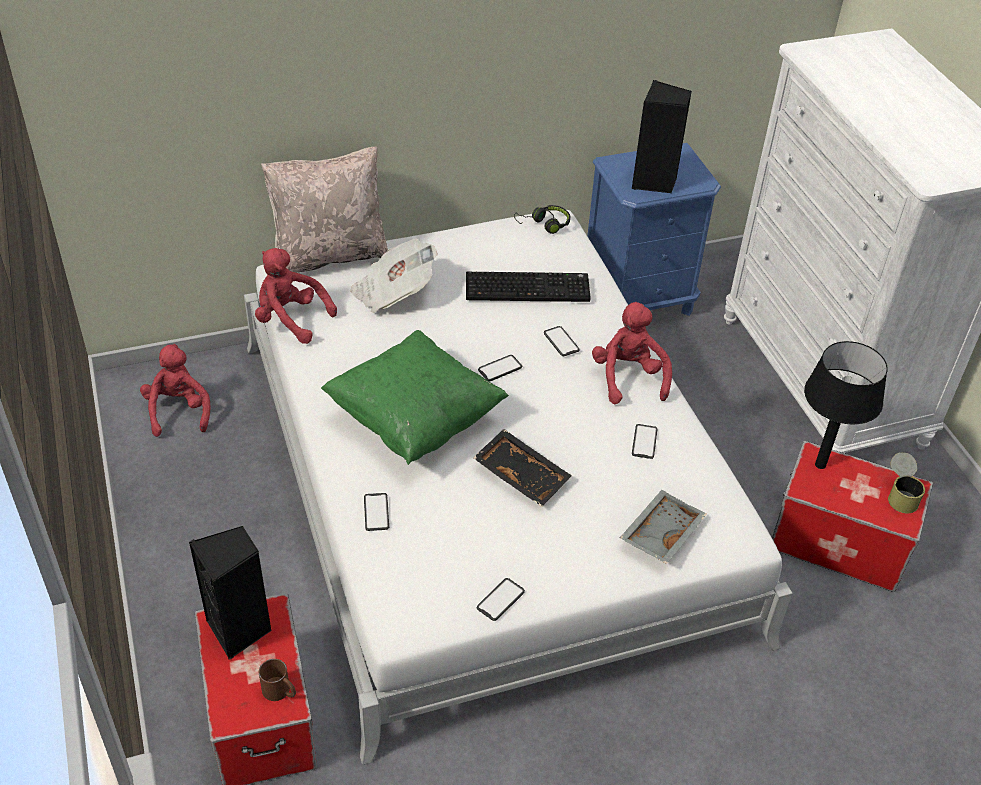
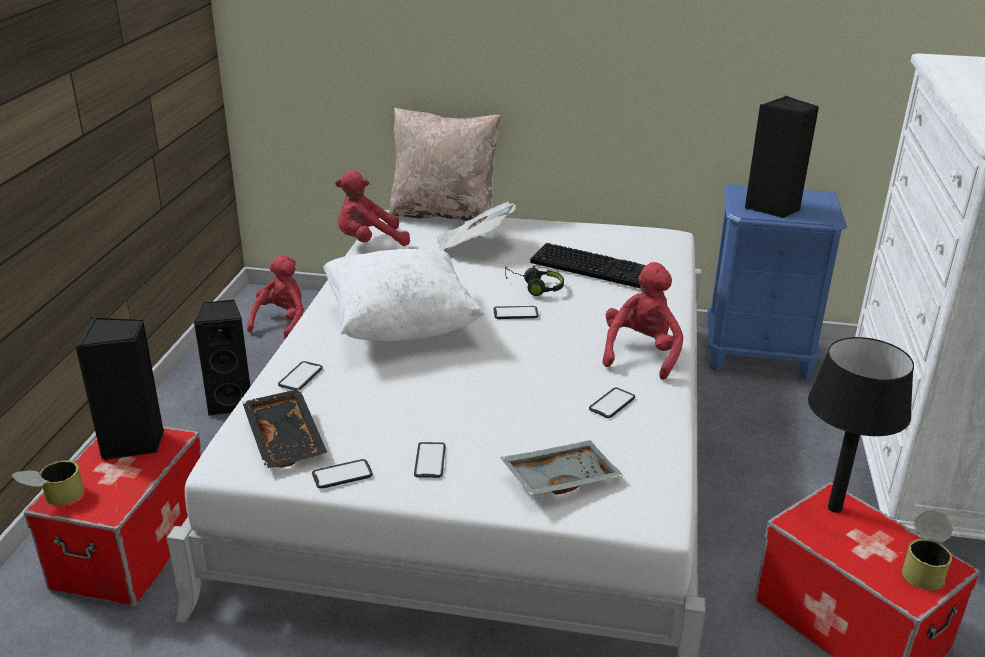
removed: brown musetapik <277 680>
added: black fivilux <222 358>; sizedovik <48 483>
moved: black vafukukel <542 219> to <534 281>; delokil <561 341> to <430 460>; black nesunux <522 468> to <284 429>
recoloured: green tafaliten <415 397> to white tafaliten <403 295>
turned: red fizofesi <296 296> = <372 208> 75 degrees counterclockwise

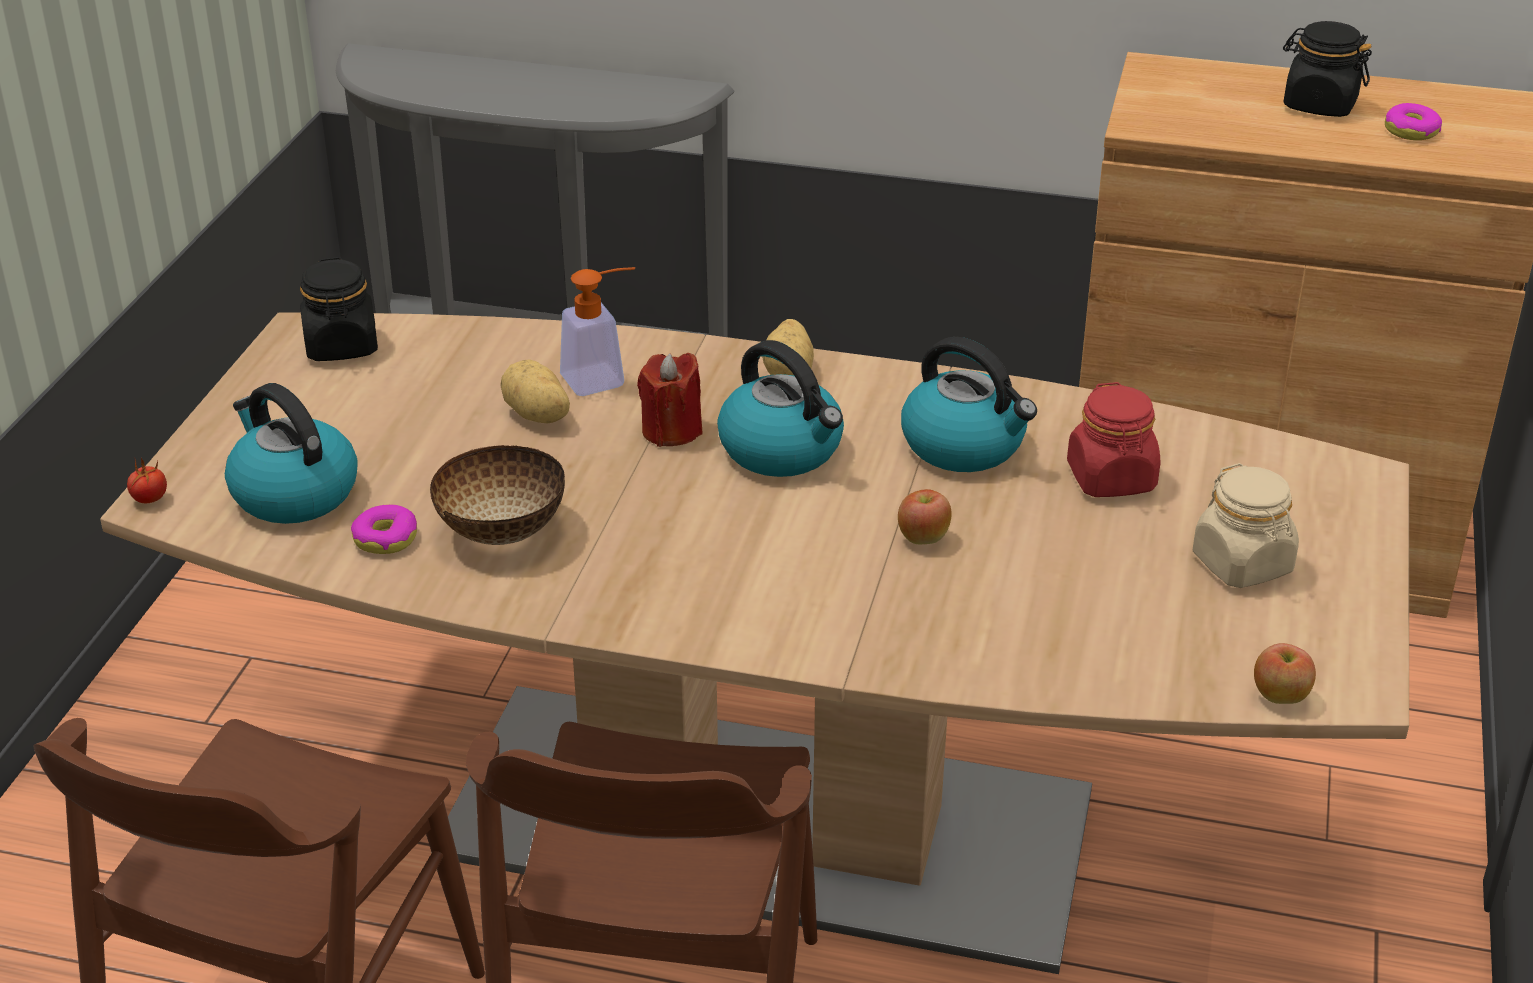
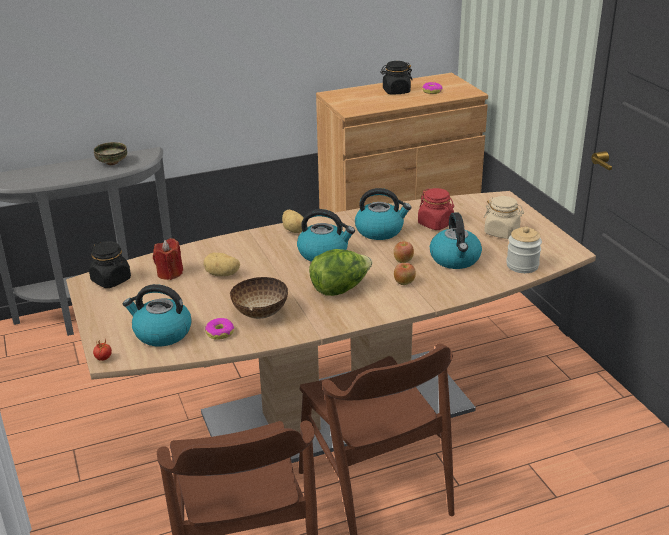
removed: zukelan <597 331>
added: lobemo <110 153>; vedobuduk <456 240>; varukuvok <524 249>; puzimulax <340 272>
moved: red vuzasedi <670 400> to <168 259>; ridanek <1285 673> to <405 274>

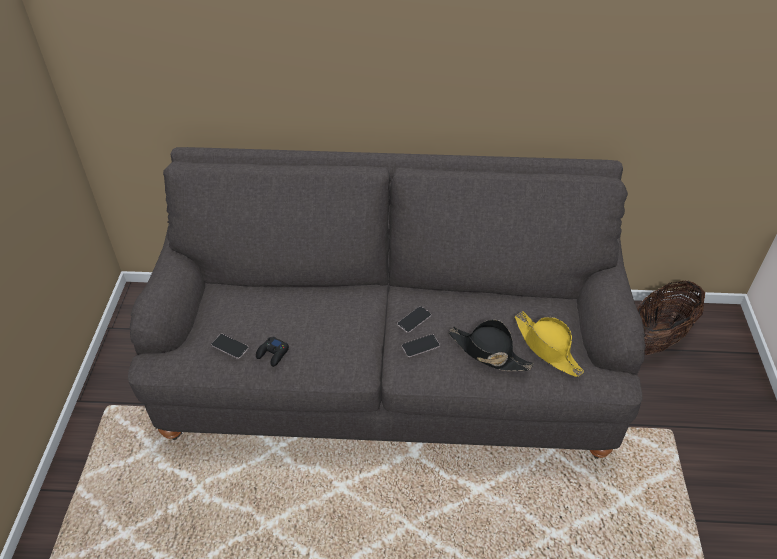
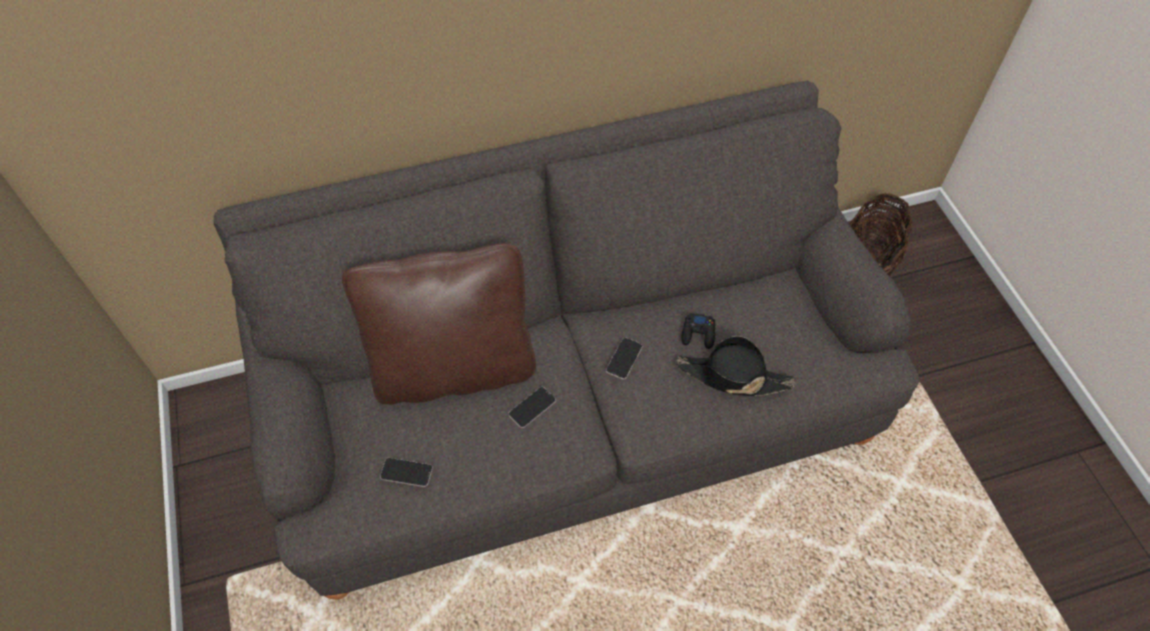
removed: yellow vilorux <549 344>
added: brown tafaliten <439 324>
moved: delokil <421 345> to <532 407>; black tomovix <272 351> to <698 331>

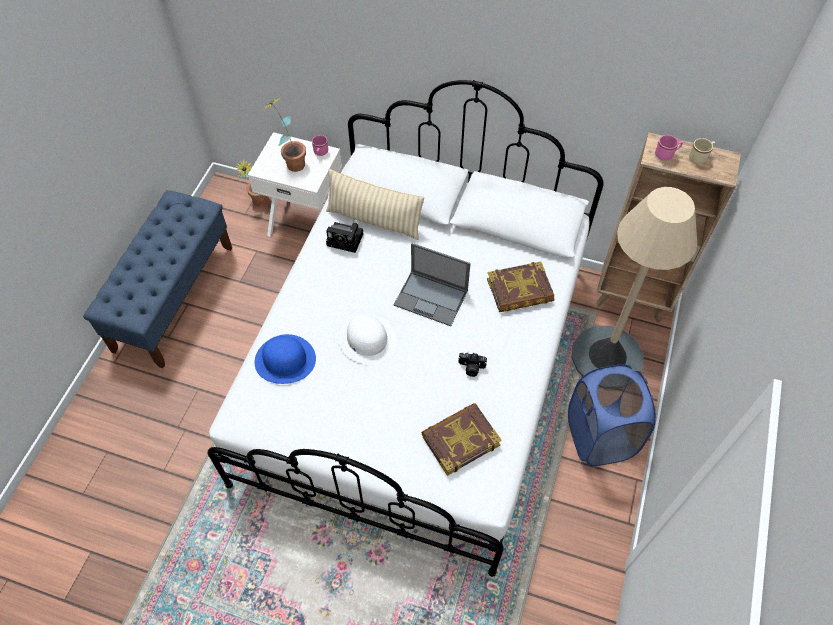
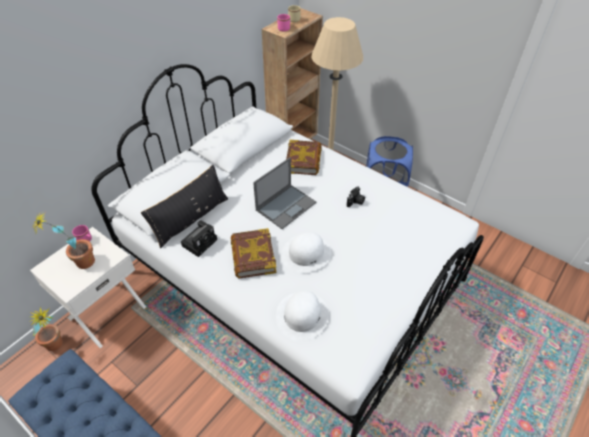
moved: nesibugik <461 439> to <253 253>
recoloured: beige tafaliten <375 204> to black tafaliten <184 206>; blue vilorux <285 359> to white vilorux <302 315>

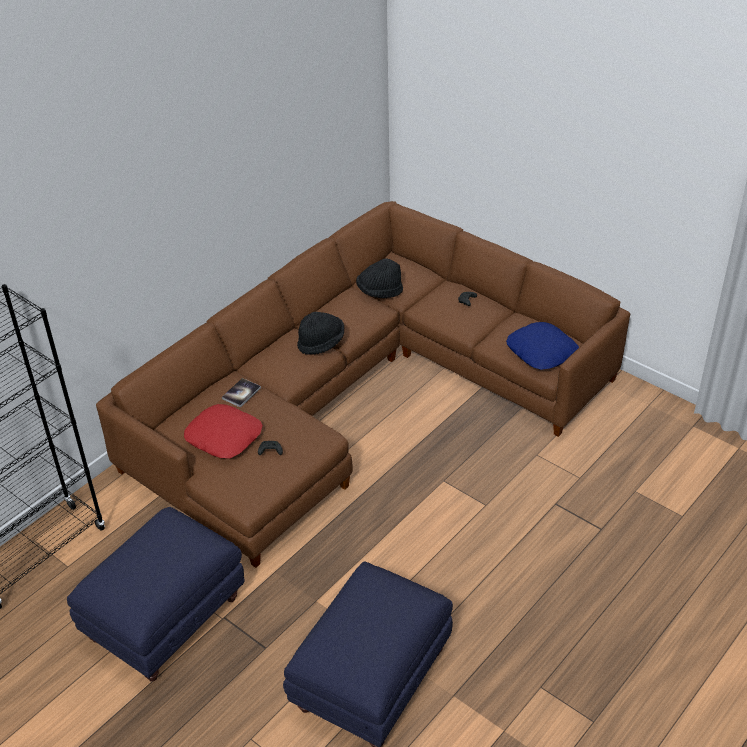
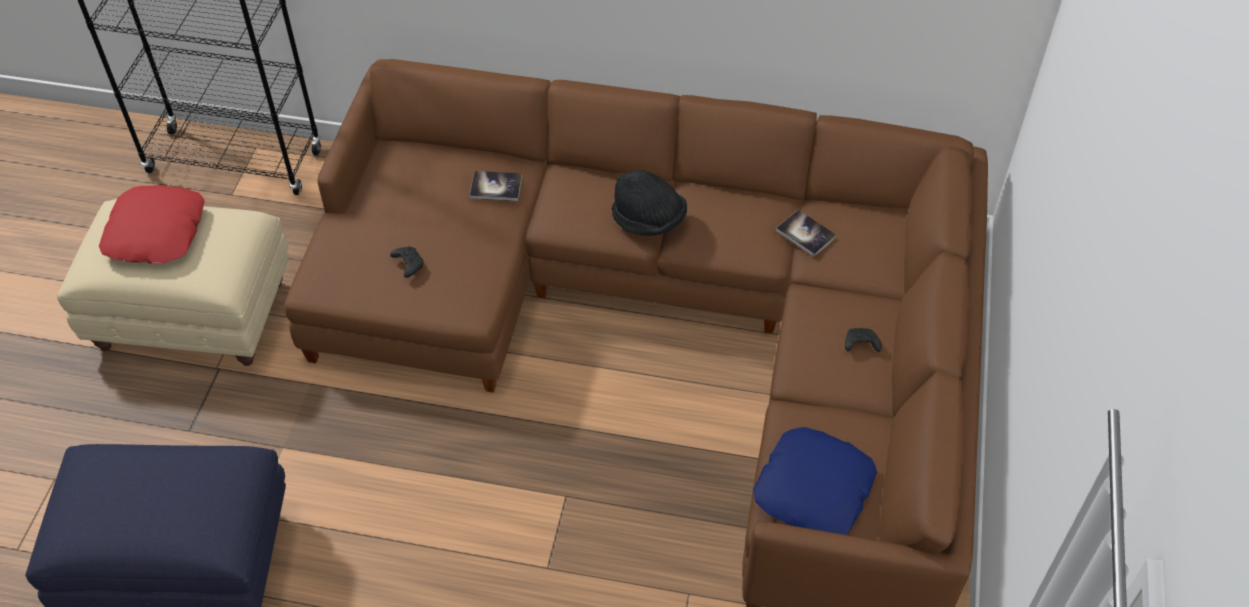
moved: red tafaliten <223 431> to <152 224>
replaced: black vilorux <379 278> to nesibugik <806 233>
recoloured: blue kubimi <156 594> to beige kubimi <173 282>

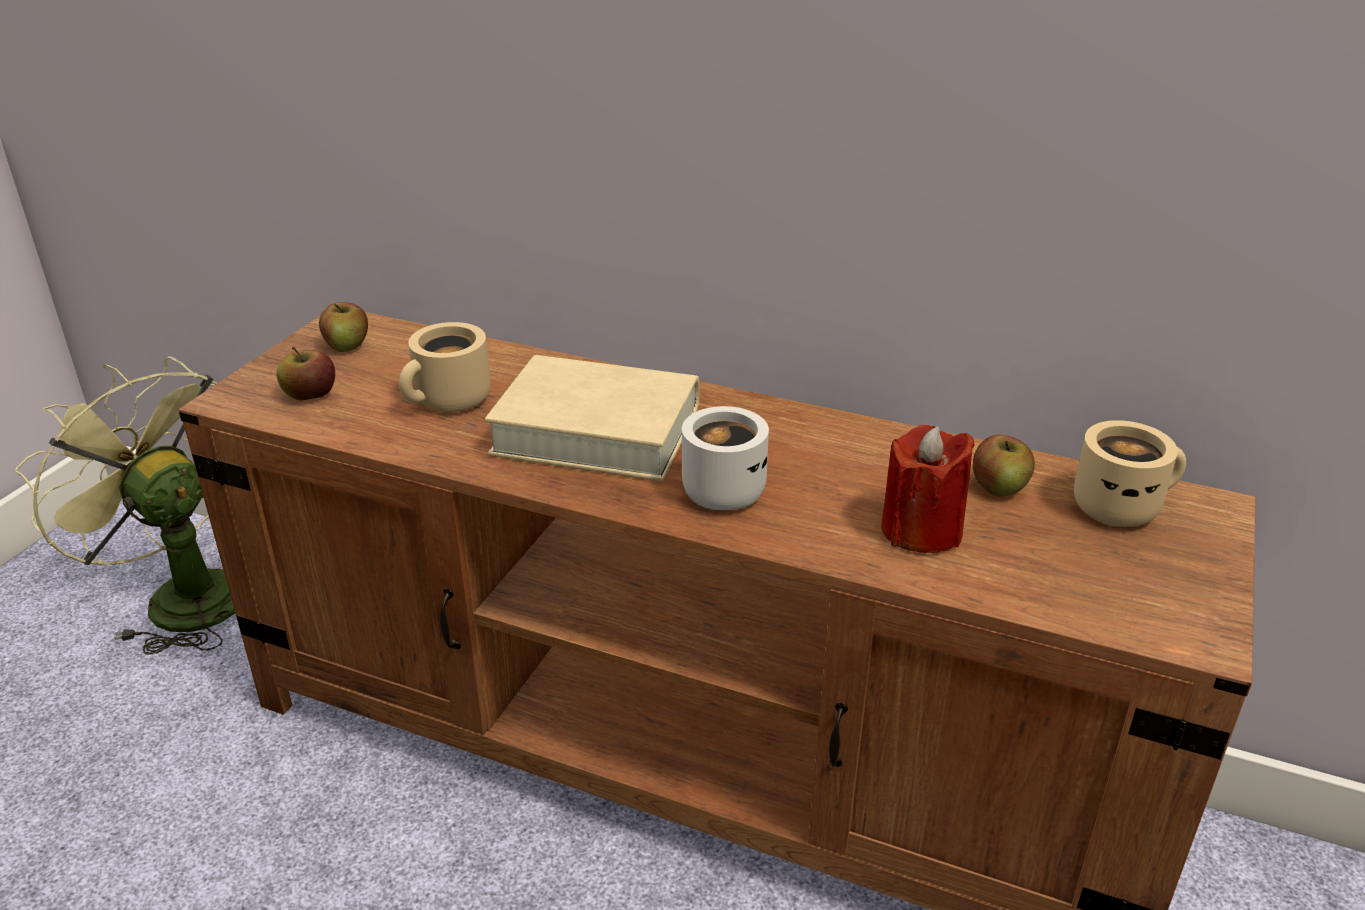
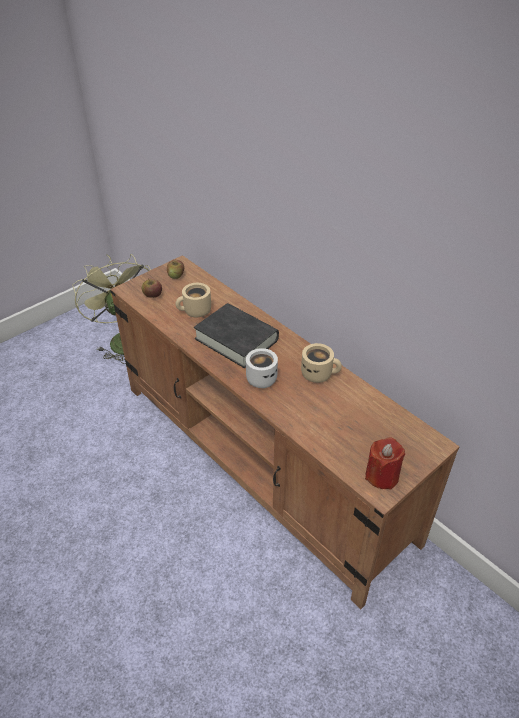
removed: ridanek <1004 466>
moved: beige musetapik <1130 473> to <321 363>; red vuzasedi <928 489> to <385 463>
recoloured: beige nesibugik <592 418> to black nesibugik <236 335>

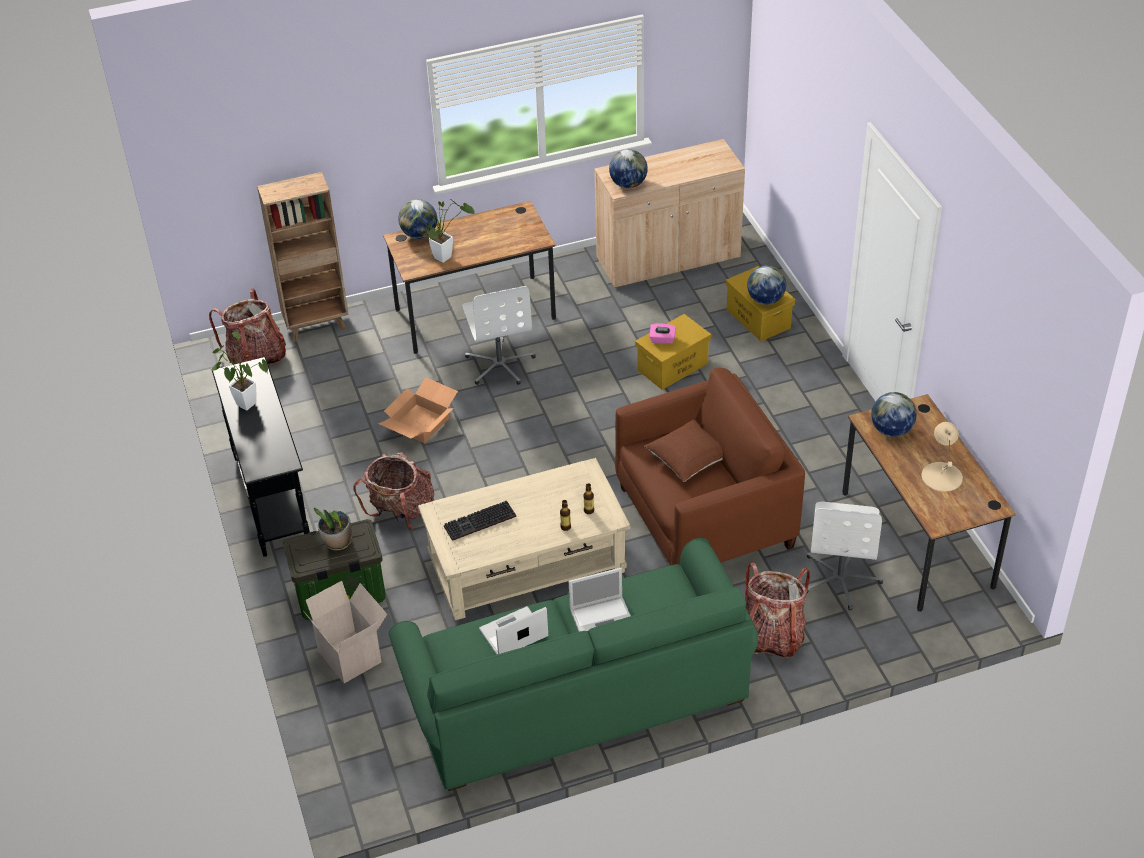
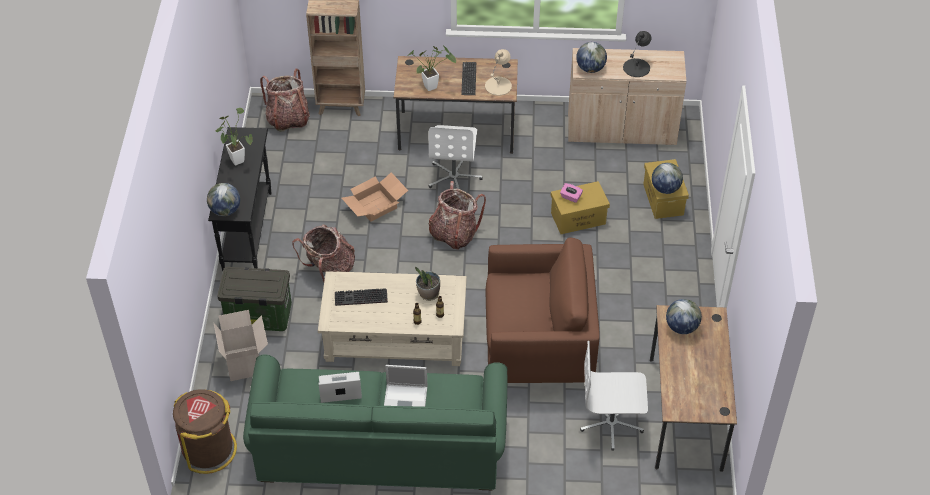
removed: brown tafaliten <683 450>
added: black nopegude <637 54>; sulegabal <468 78>; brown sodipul <205 431>
moved: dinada <417 219> to <223 199>; beige nopegude <942 457> to <498 72>; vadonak <333 529> to <427 284>; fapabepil <777 610> to <457 215>
turned: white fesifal <845 556> = <614 396> 60 degrees clockwise

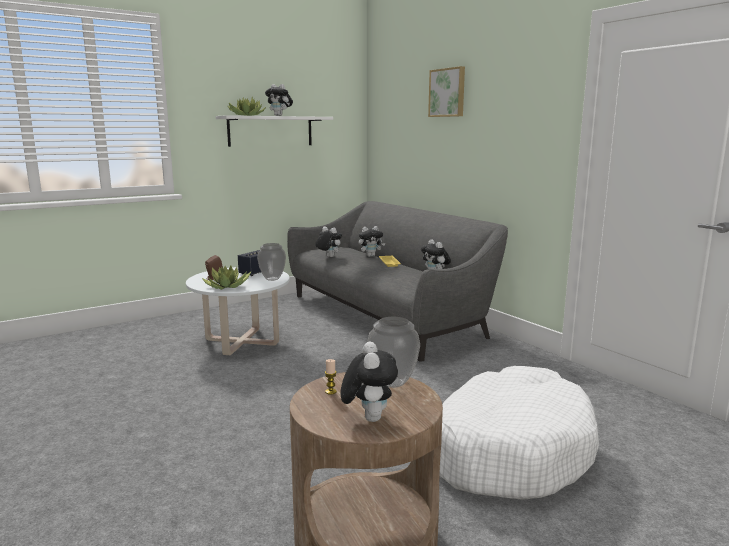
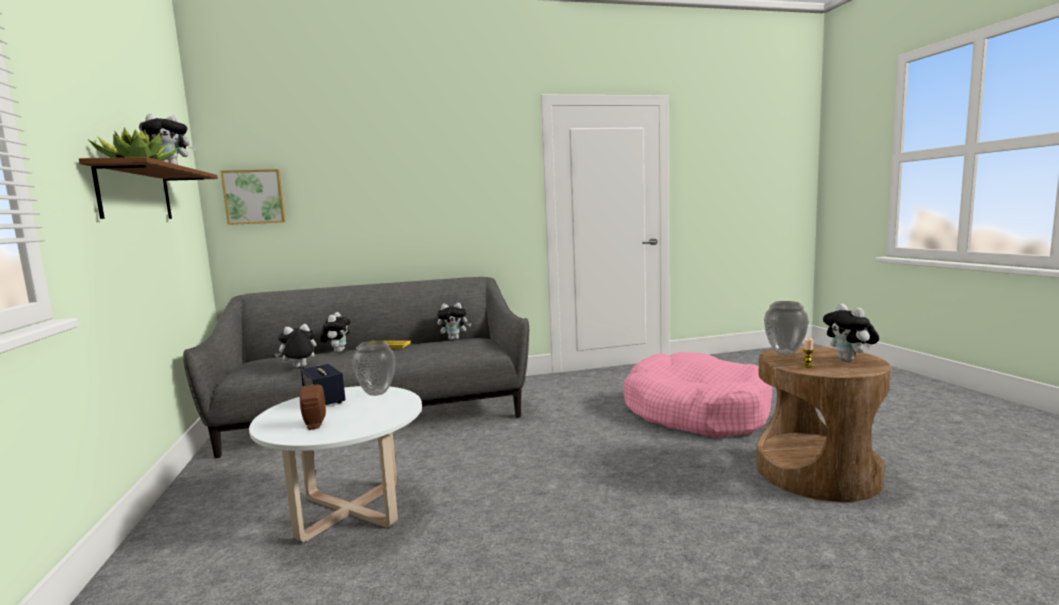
removed: vadonak <226 278>
moved: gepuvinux <446 91> to <253 197>
recoloured: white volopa <274 131> to brown volopa <148 188>; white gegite <519 433> to pink gegite <698 395>
turned: fizofesi <369 382> = <851 332> 120 degrees counterclockwise

